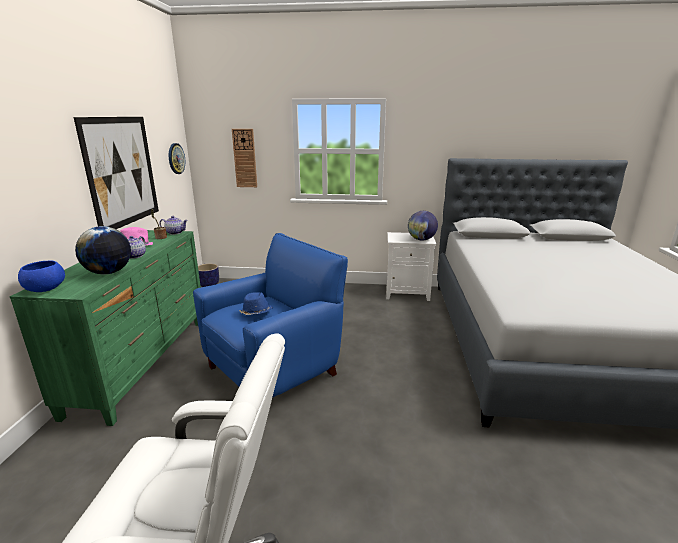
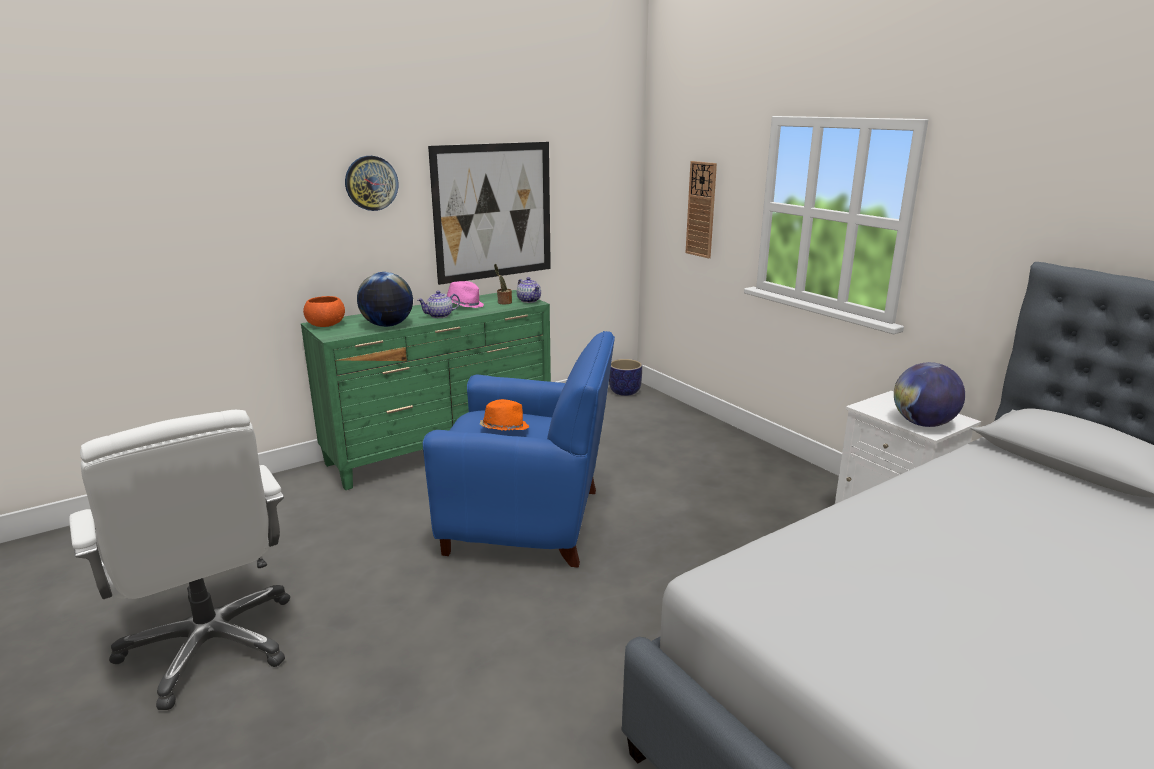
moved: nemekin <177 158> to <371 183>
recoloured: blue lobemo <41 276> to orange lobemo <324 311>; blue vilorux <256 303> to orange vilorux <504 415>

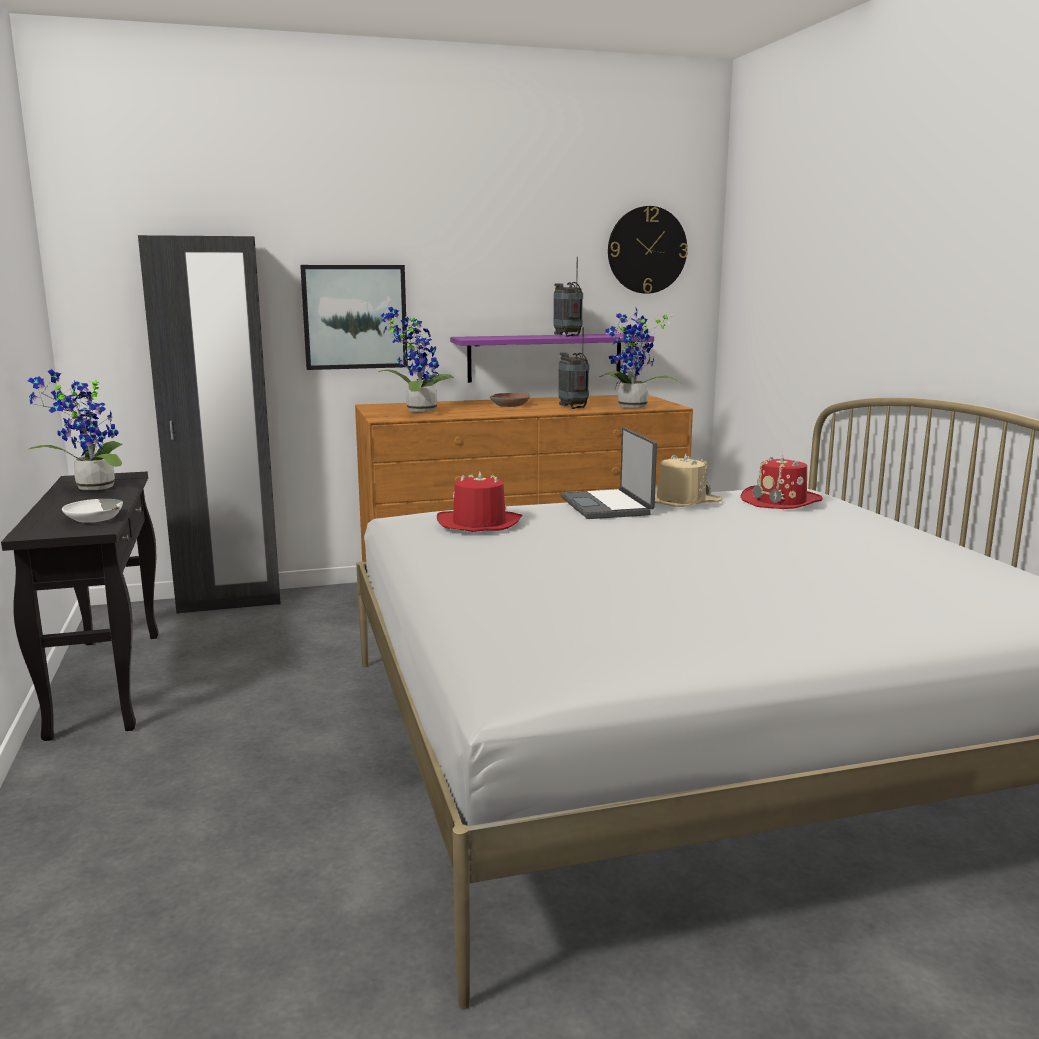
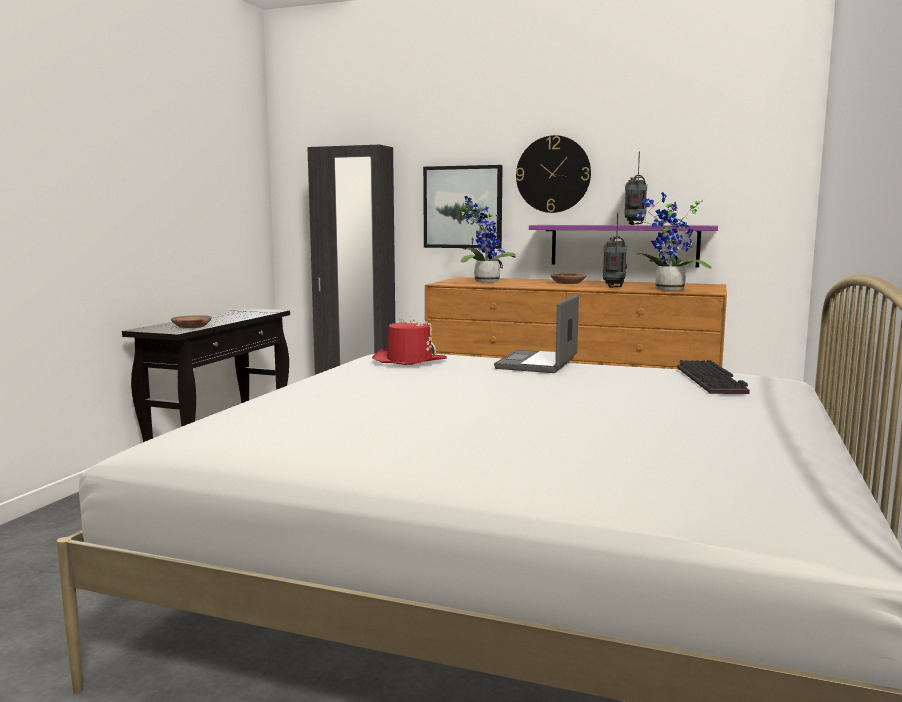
removed: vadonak <75 429>; beige vilorux <688 480>
moved: nemekin <648 250> to <553 174>
replaced: red vilorux <781 481> to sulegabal <713 377>
recoloured: white lobemo <92 511> to brown lobemo <191 321>

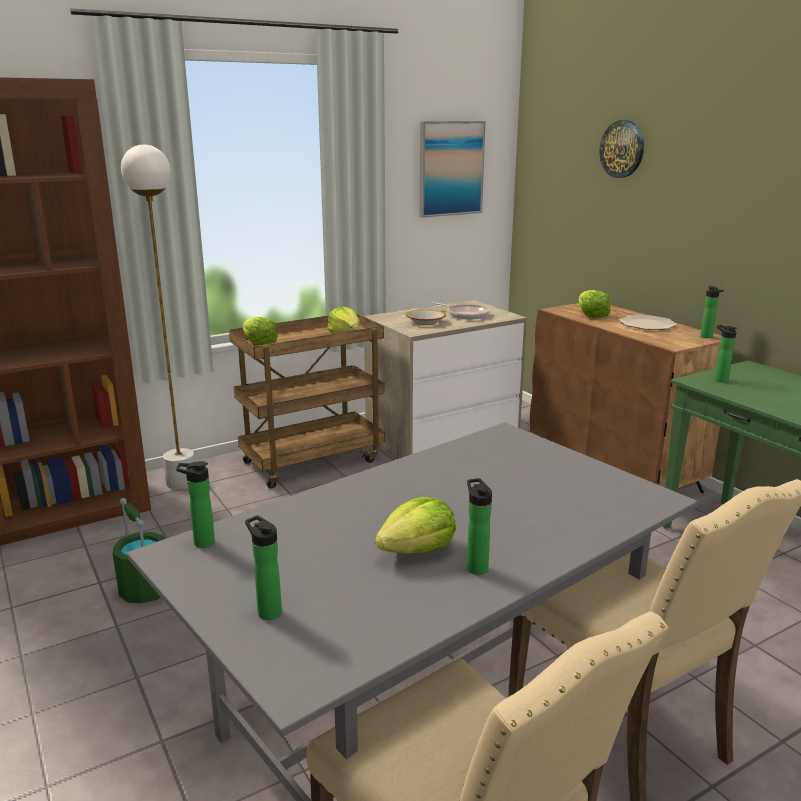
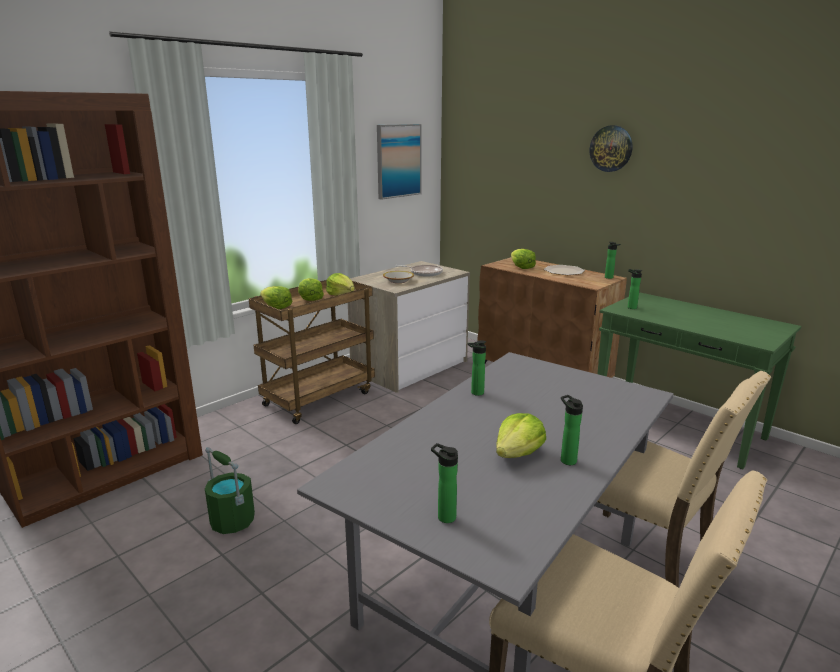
removed: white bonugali <158 317>
added: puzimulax <311 289>
moved: nemekin <622 149> to <611 148>; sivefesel <195 504> to <476 368>

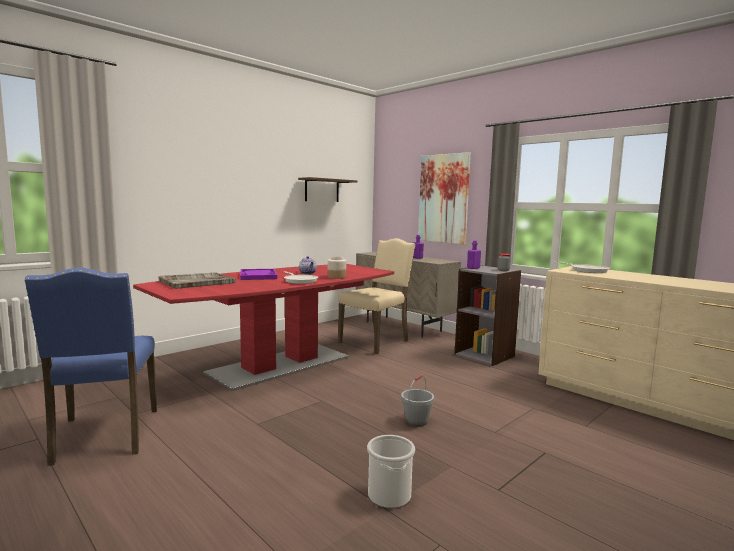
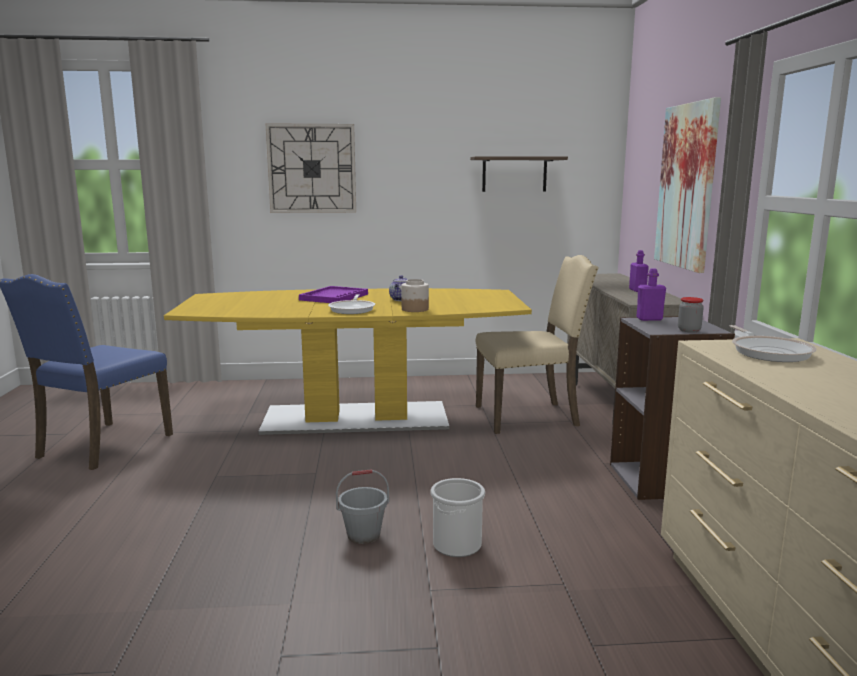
removed: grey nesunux <197 280>
added: nemekin <310 168>
moved: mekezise <391 472> to <458 517>
recoloured: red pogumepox <263 327> to yellow pogumepox <348 361>

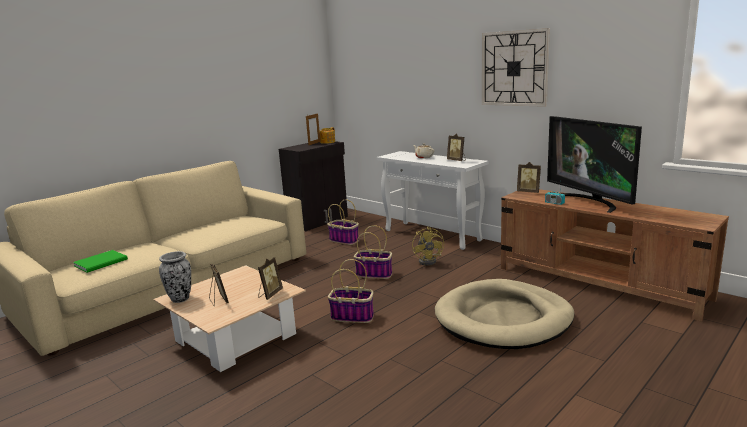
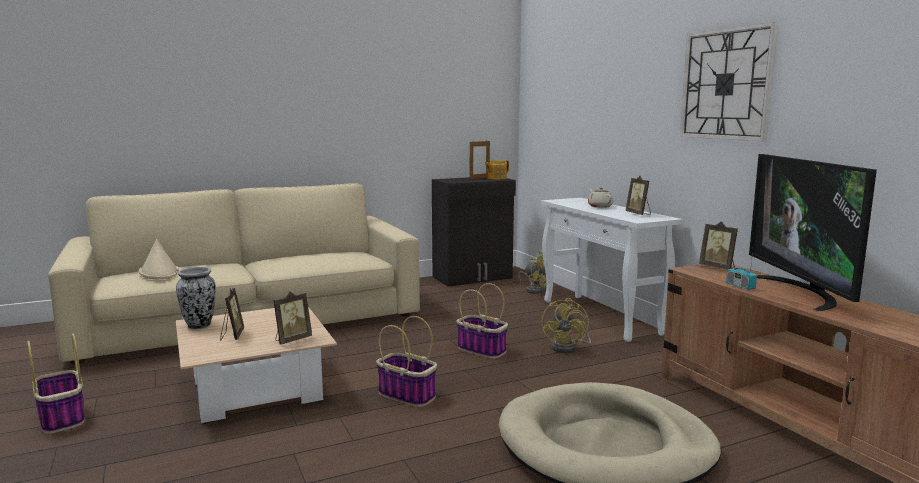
added: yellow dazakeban <532 272>
moved: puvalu <343 222> to <56 384>
replaced: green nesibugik <100 261> to beige vilorux <158 259>

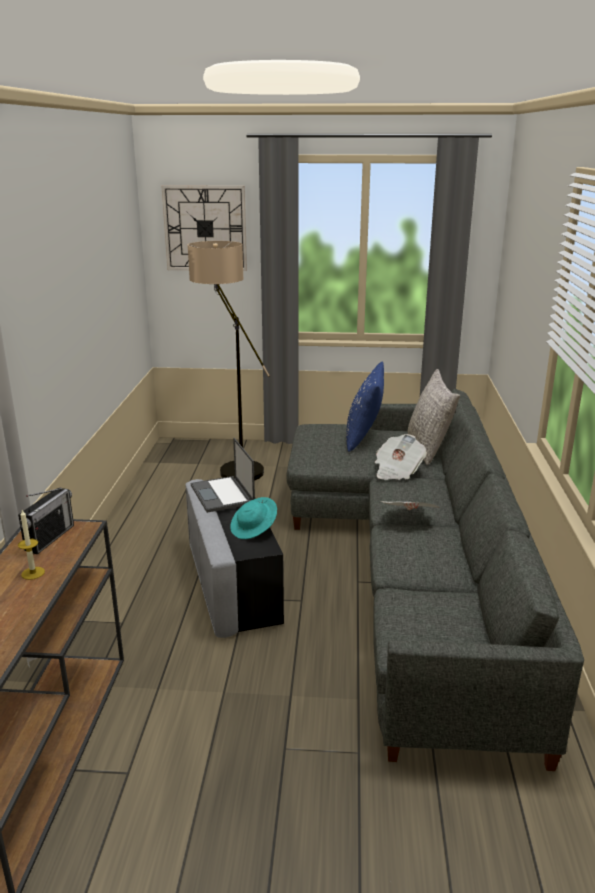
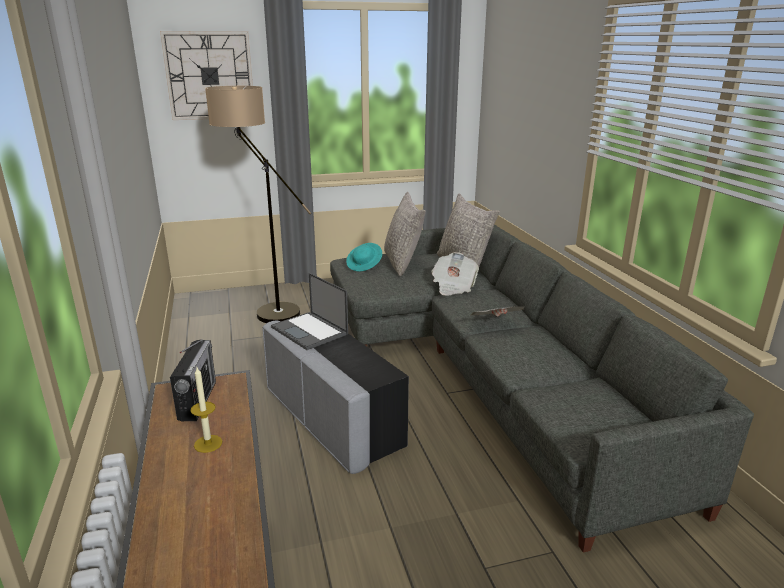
moved: turquoise vilorux <253 518> to <364 257>
recoloured: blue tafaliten <365 407> to grey tafaliten <405 234>

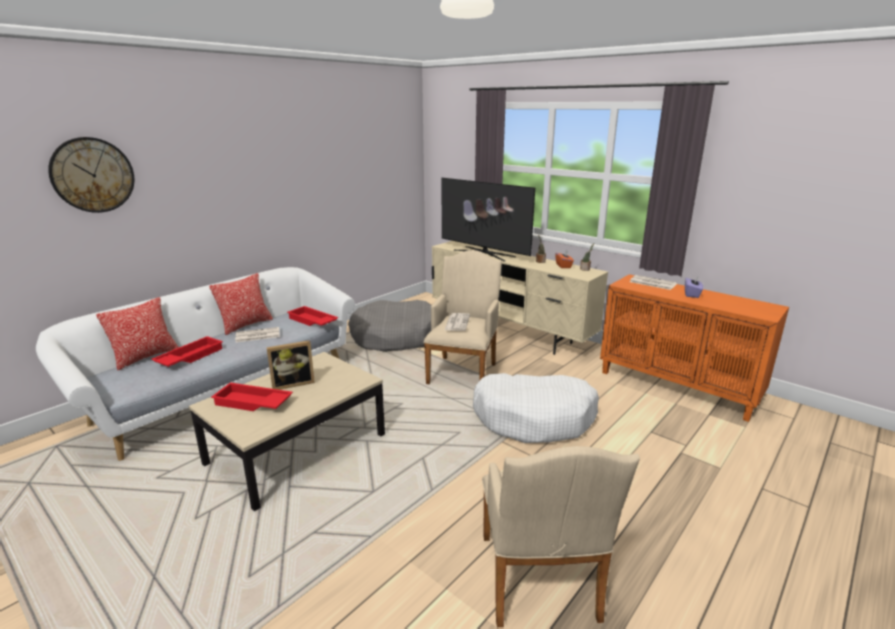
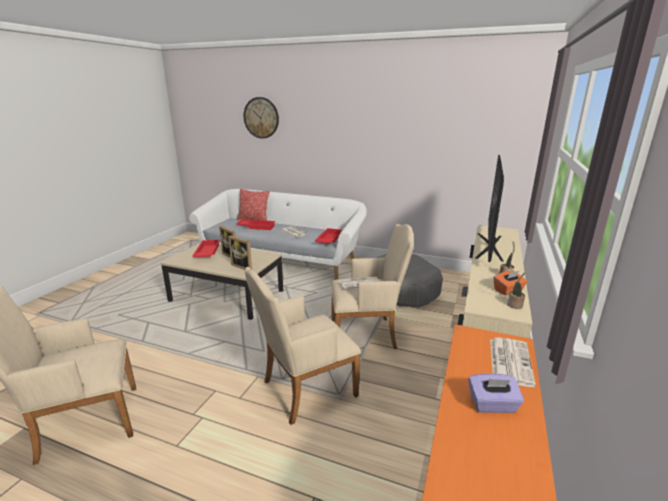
removed: tafaliten <241 304>
added: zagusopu <240 252>
replaced: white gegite <536 408> to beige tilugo <303 346>

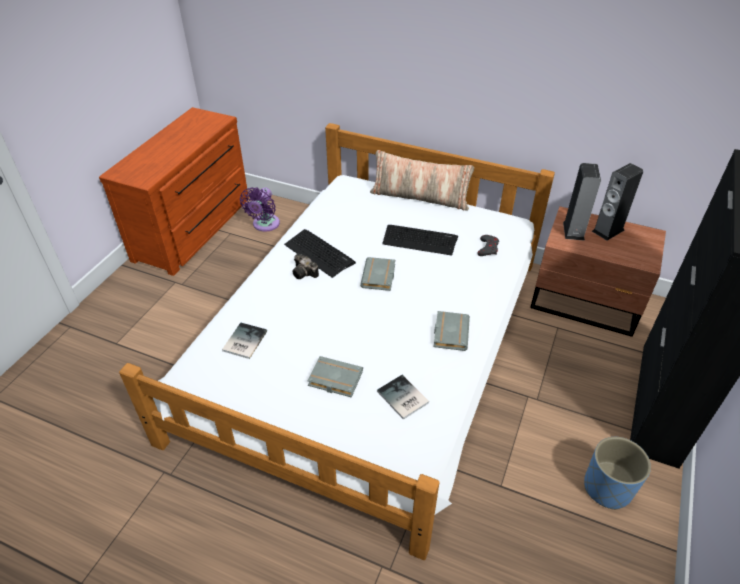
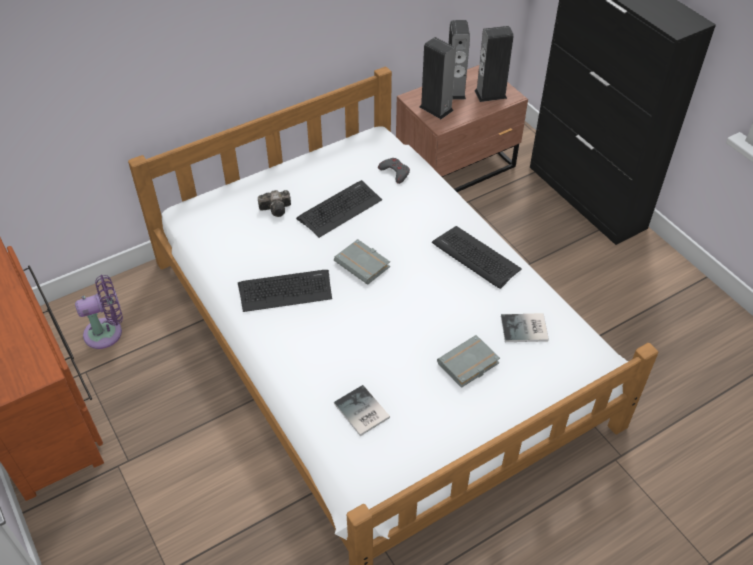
removed: tafaliten <422 180>; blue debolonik <617 473>
added: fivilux <494 64>
moved: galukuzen <305 266> to <274 203>
replaced: grey nesibugik <452 331> to sulegabal <477 257>
turned: purple dazakeban <260 209> = <99 312> 75 degrees counterclockwise

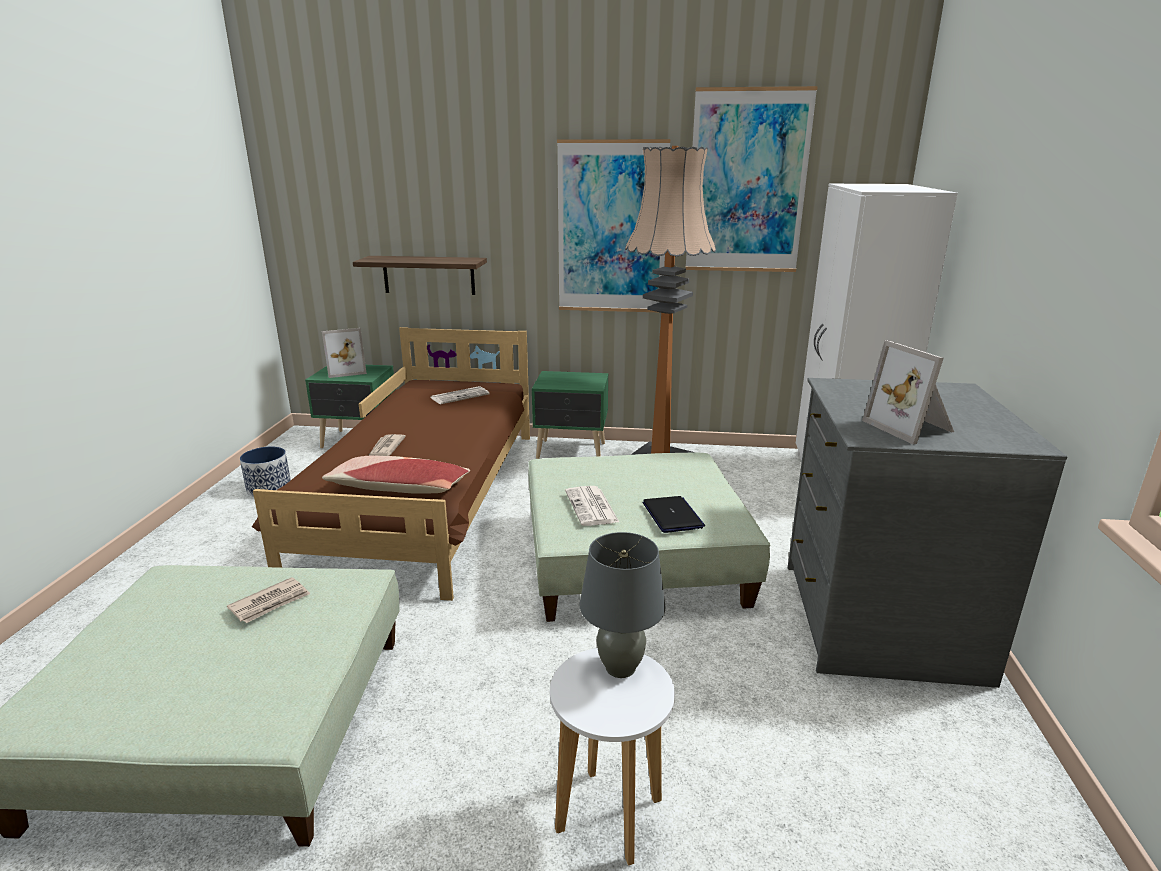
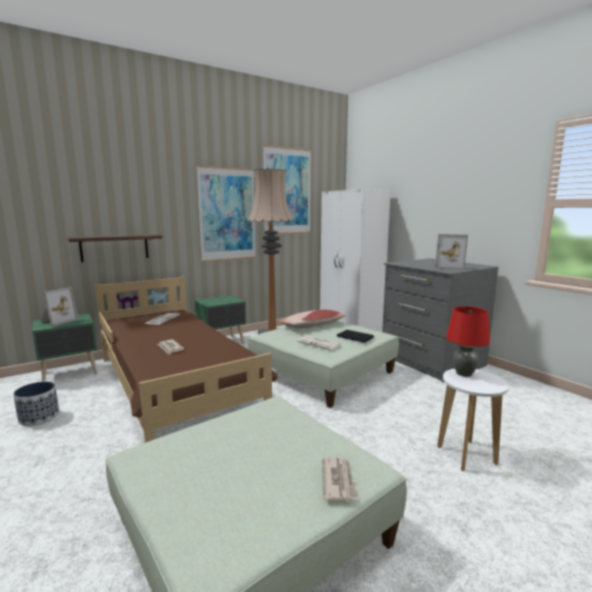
moved: tafaliten <396 475> to <312 319>; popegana <268 600> to <340 479>
recoloured: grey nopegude <622 605> to red nopegude <468 341>

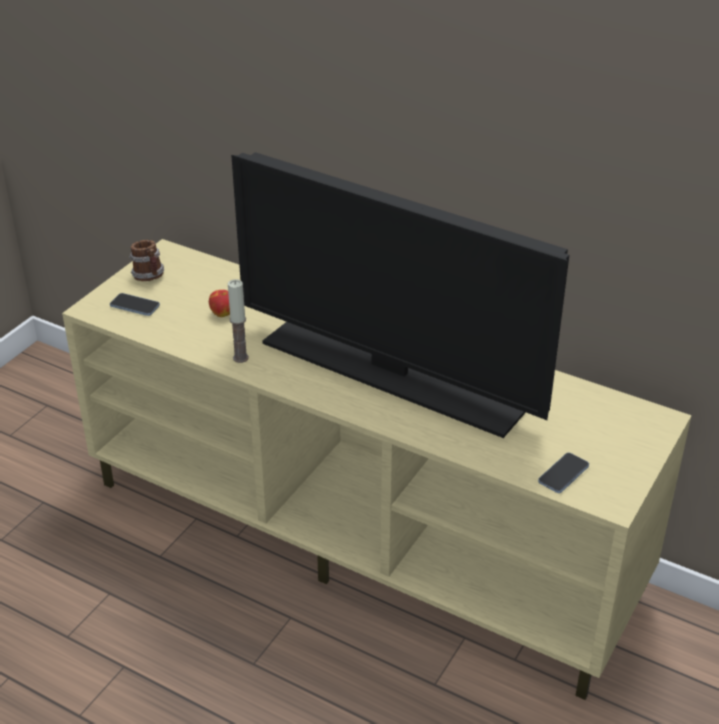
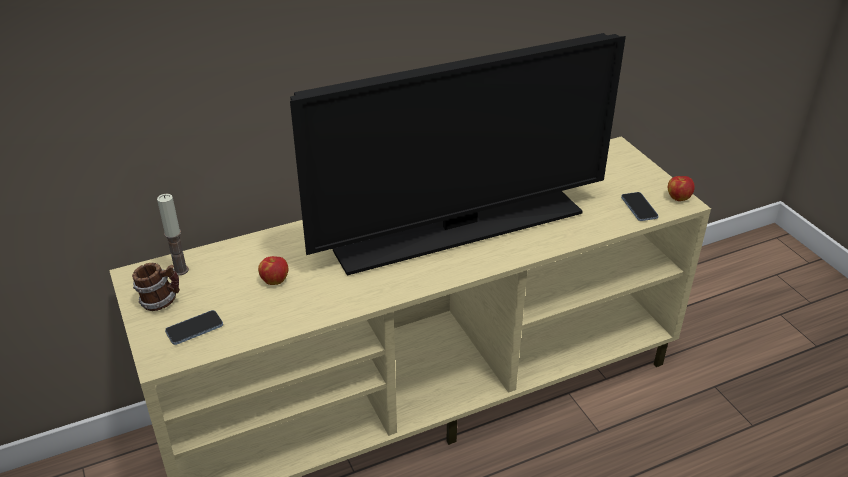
added: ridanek <681 188>
moved: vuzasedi <238 321> to <173 234>

